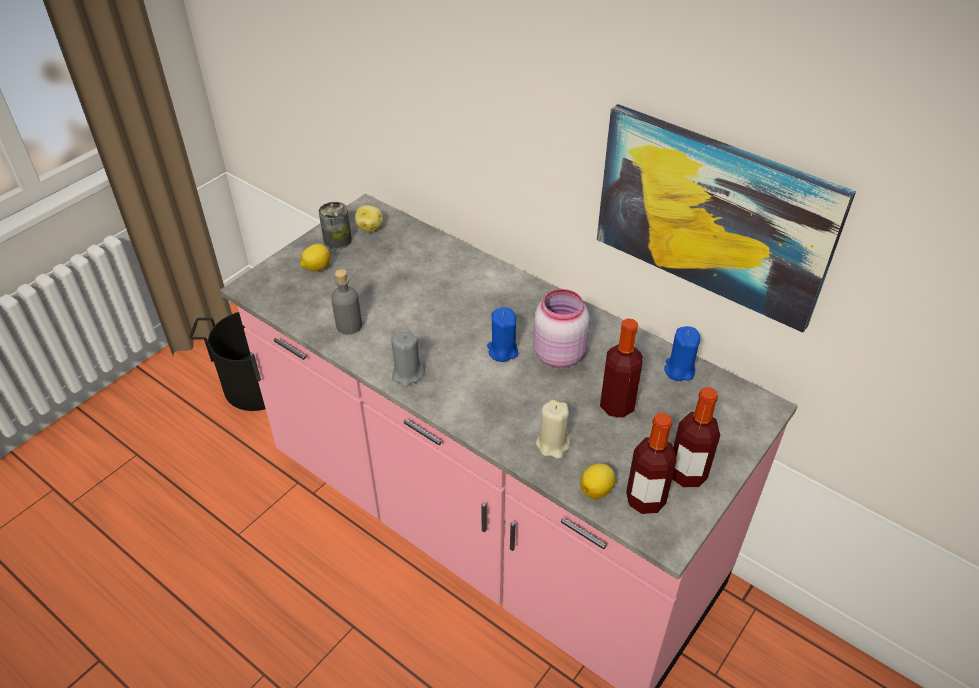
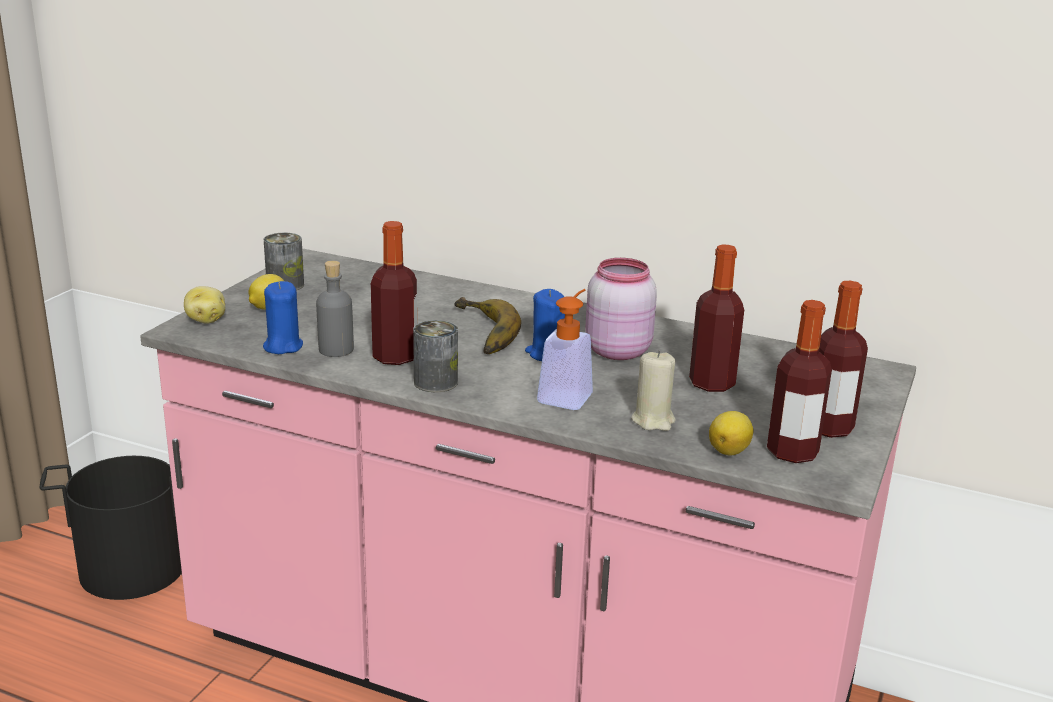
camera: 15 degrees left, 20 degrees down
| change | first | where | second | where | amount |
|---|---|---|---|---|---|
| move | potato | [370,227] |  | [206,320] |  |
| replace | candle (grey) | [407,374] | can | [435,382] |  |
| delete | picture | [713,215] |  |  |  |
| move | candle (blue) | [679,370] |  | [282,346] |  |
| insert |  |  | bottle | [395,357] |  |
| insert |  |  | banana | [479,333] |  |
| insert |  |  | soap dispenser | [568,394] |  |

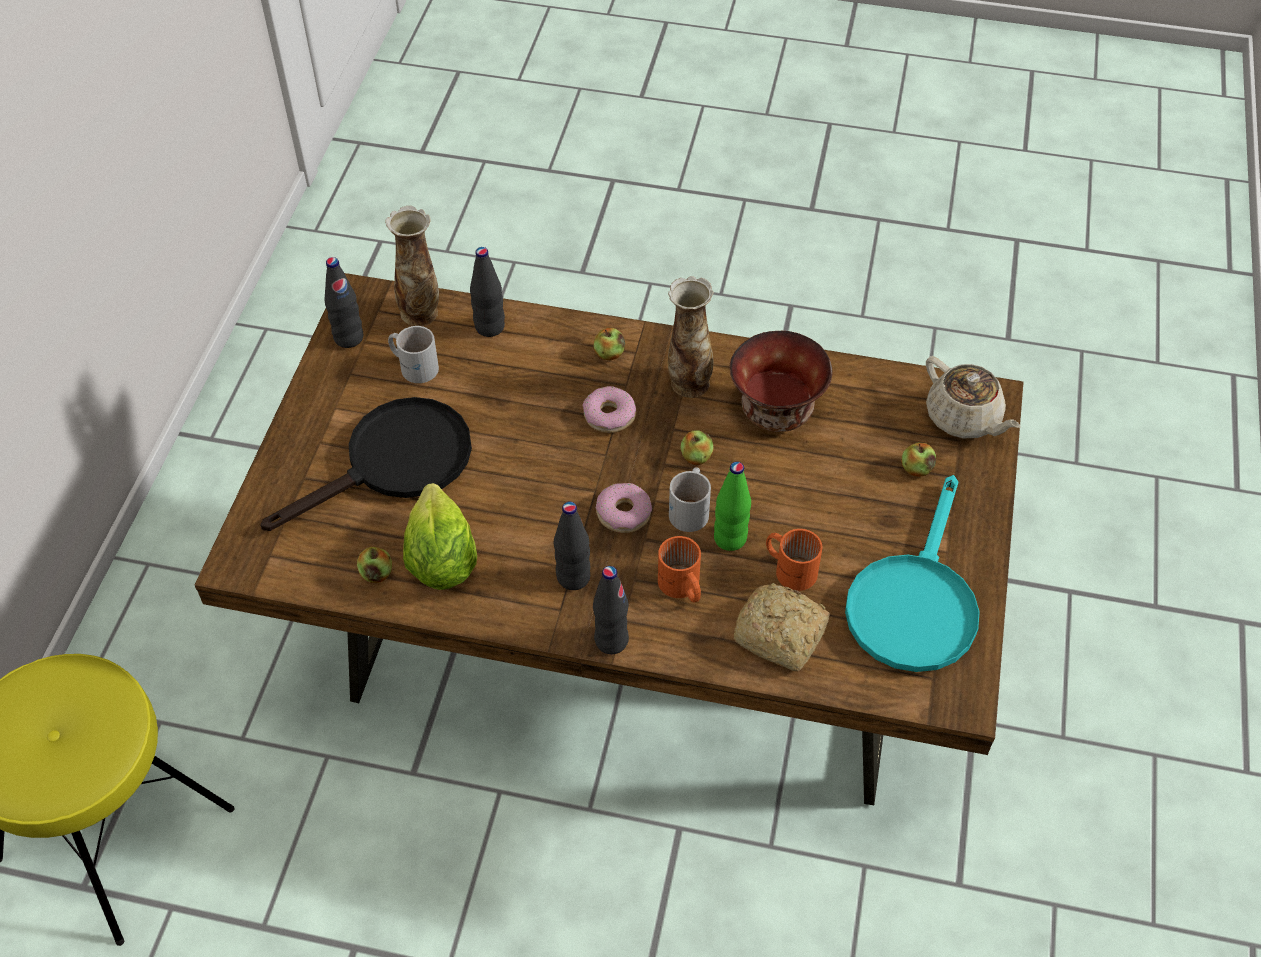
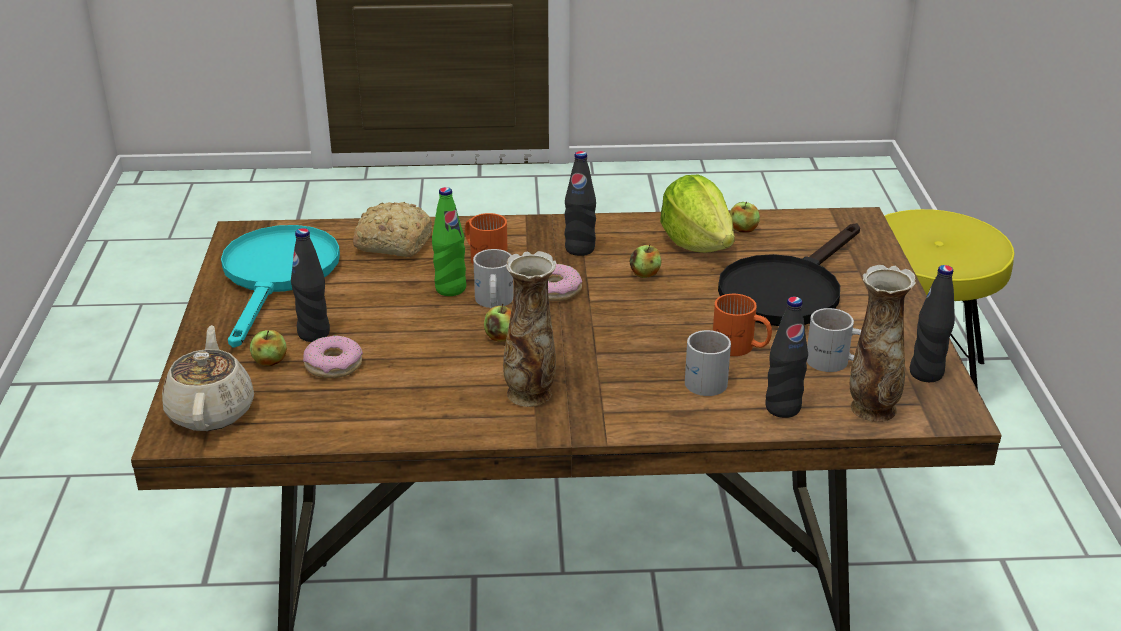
camera: 165 degrees right, 20 degrees down
| change | first | where | second | where | amount |
|---|---|---|---|---|---|
| move | donut | [609,415] |  | [333,365] |  |
| move | bottle (black) | [611,640] |  | [314,333] |  |
| move | apple | [609,354] |  | [645,274] |  |
| delete | bowl | [777,413] |  |  |  |
| move | mug (orange) | [790,567] |  | [739,347] |  |
| rotate | teapot (beige) | [964,418] |  | [211,411] | 45 degrees clockwise |
| insert |  |  | mug (white) | [704,378] |  |

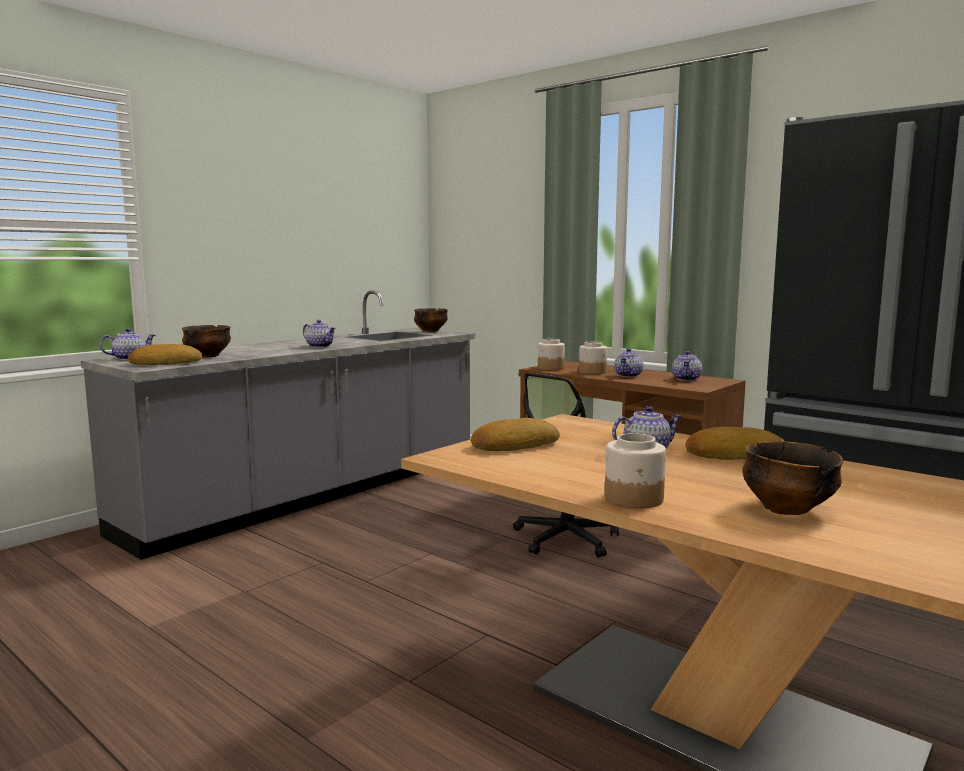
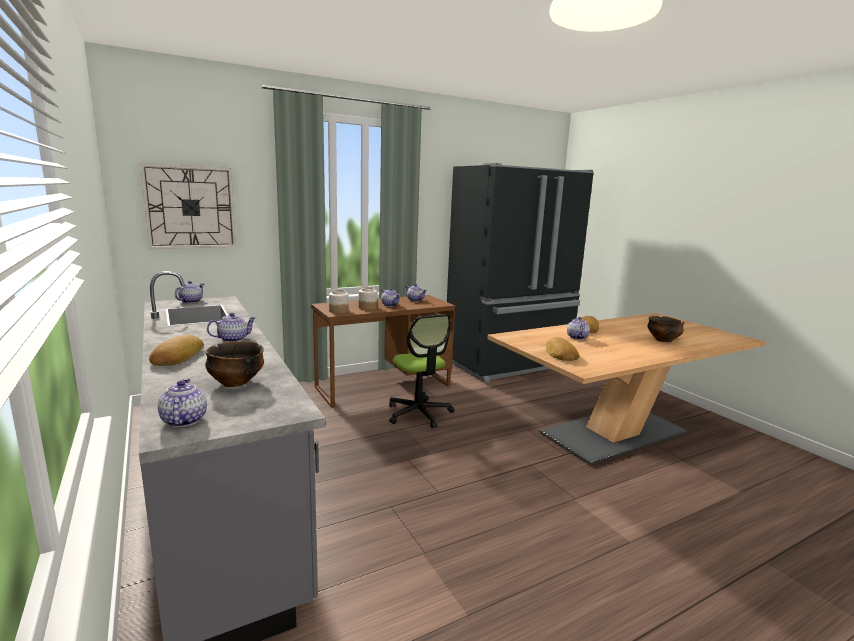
camera: 70 degrees left, 5 degrees up
| change | first | where | second | where | amount |
|---|---|---|---|---|---|
| move | bread | [165,363] |  | [176,357] |  |
| replace | bowl | [430,331] | teapot | [191,301] |  |
| delete | jar | [634,499] |  |  |  |
| insert |  |  | wall clock | [190,207] |  |

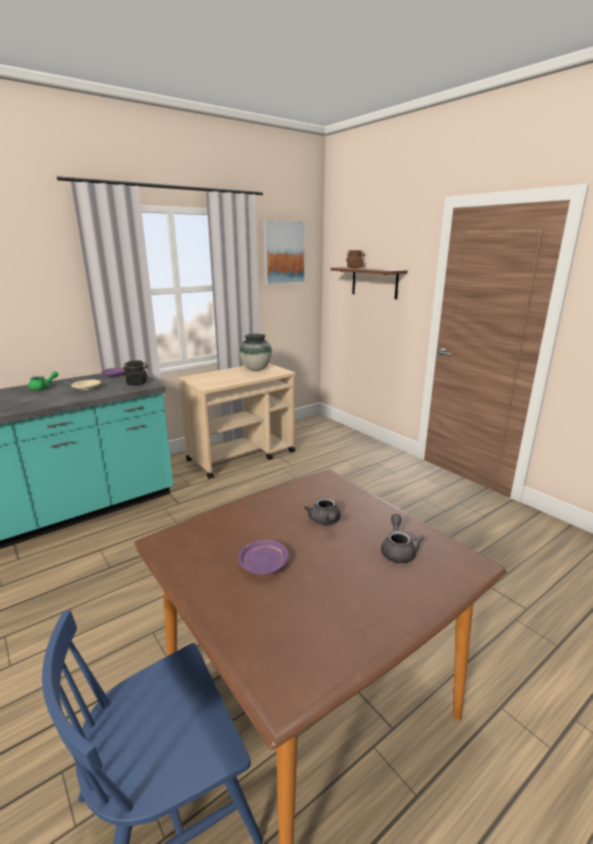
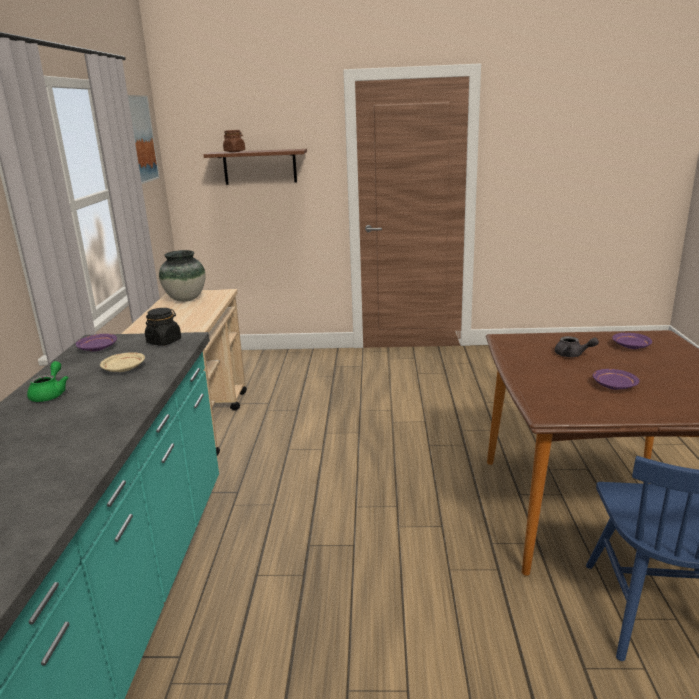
camera: 50 degrees left, 0 degrees up
| change | first | where | second | where | amount |
|---|---|---|---|---|---|
| replace | teapot (grey) | [398,550] | plate (purple) | [630,346] |  |

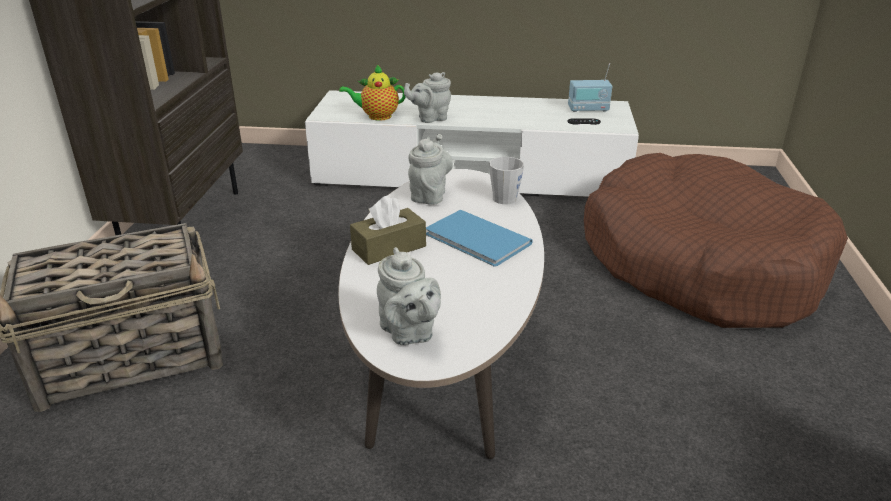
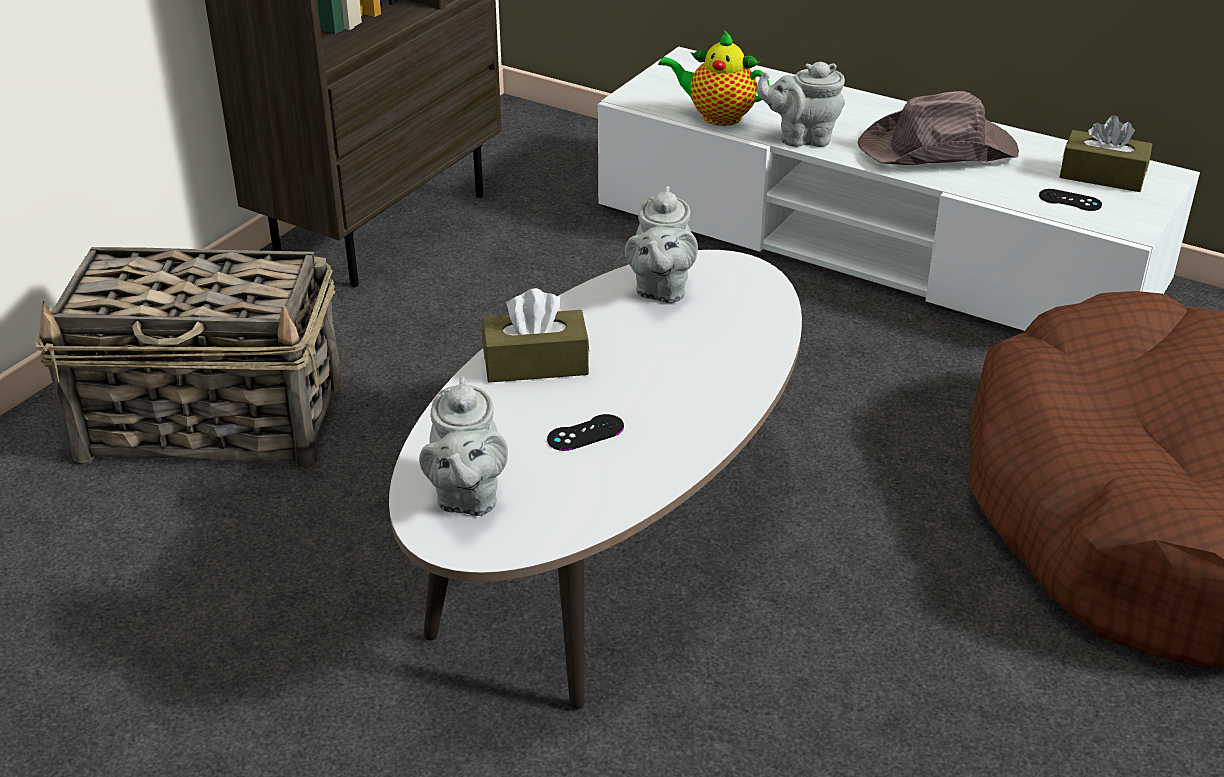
camera: 25 degrees right, 5 degrees up
| change | first | where | second | where | amount |
|---|---|---|---|---|---|
| rotate | teapot (grey) | [429,194] |  | [660,289] | 150 degrees clockwise |
| delete | book (blue) | [477,241] |  |  |  |
| delete | mug (grey) | [504,196] |  |  |  |
| replace | radio | [588,109] | tissue box (brown) | [1102,176] |  |
| insert |  |  | game controller (black) | [585,433] |  |
| insert |  |  | hat (brown) | [939,150] |  |

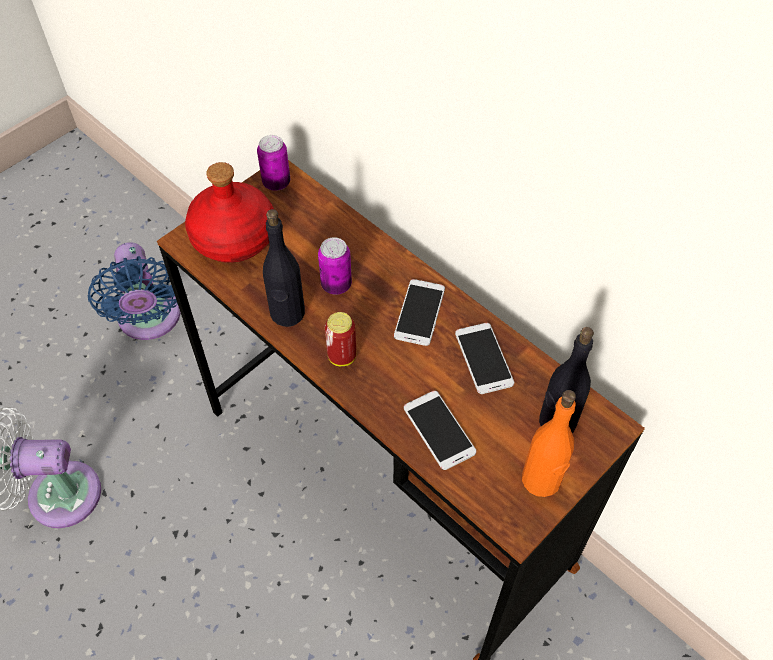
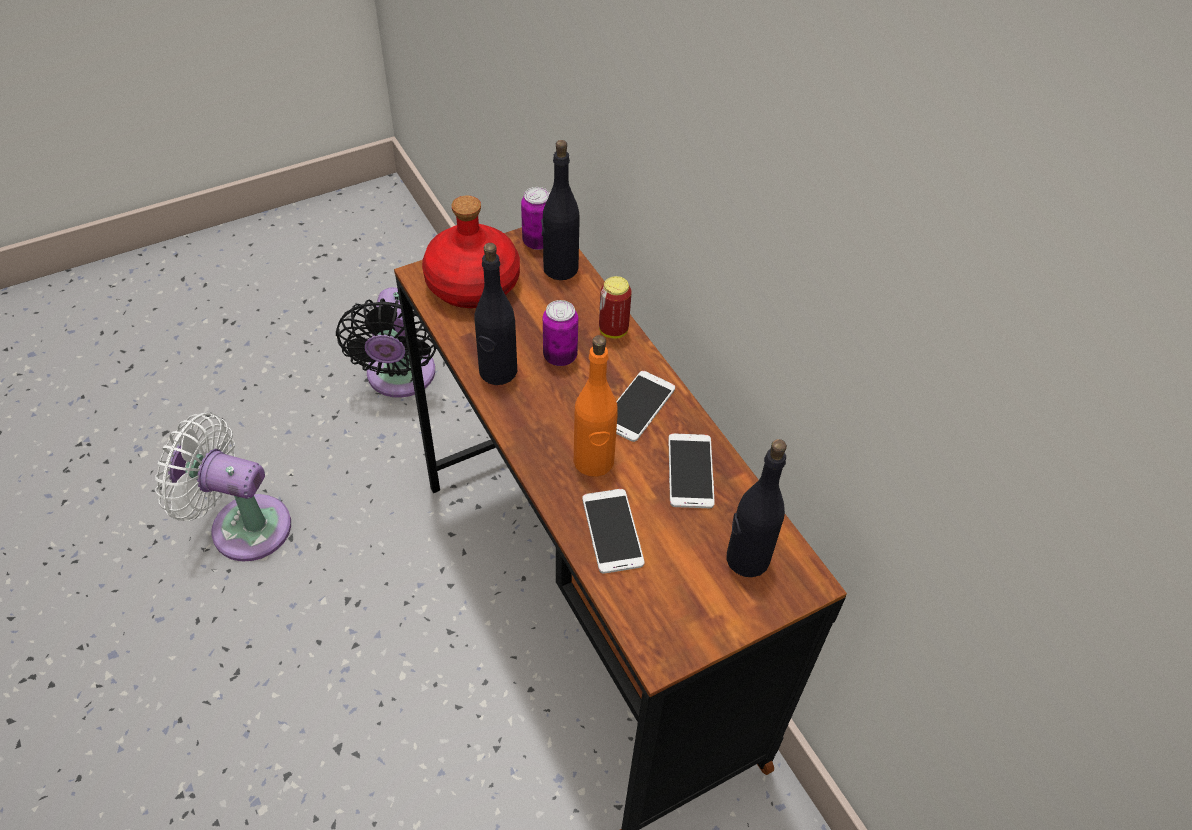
camera: 15 degrees right, 5 degrees down
| change | first | where | second | where | amount |
|---|---|---|---|---|---|
| recolor | fan (blue) | [150,320] | fan (black) | [400,378] |  |
| move | can | [342,356] |  | [613,330] |  |
| move | bottle (orange) | [541,480] |  | [593,461] |  |
| insert |  |  | bottle (black) | [560,268] |  |

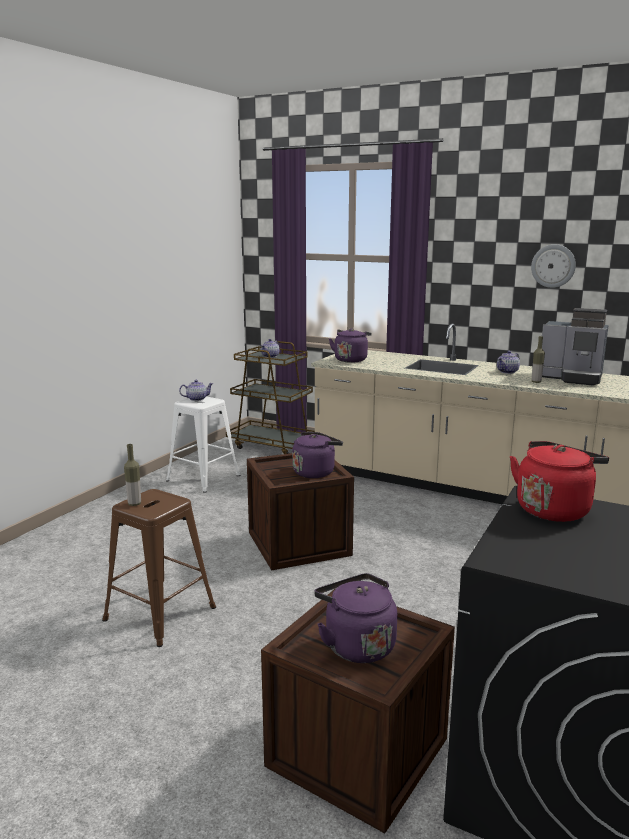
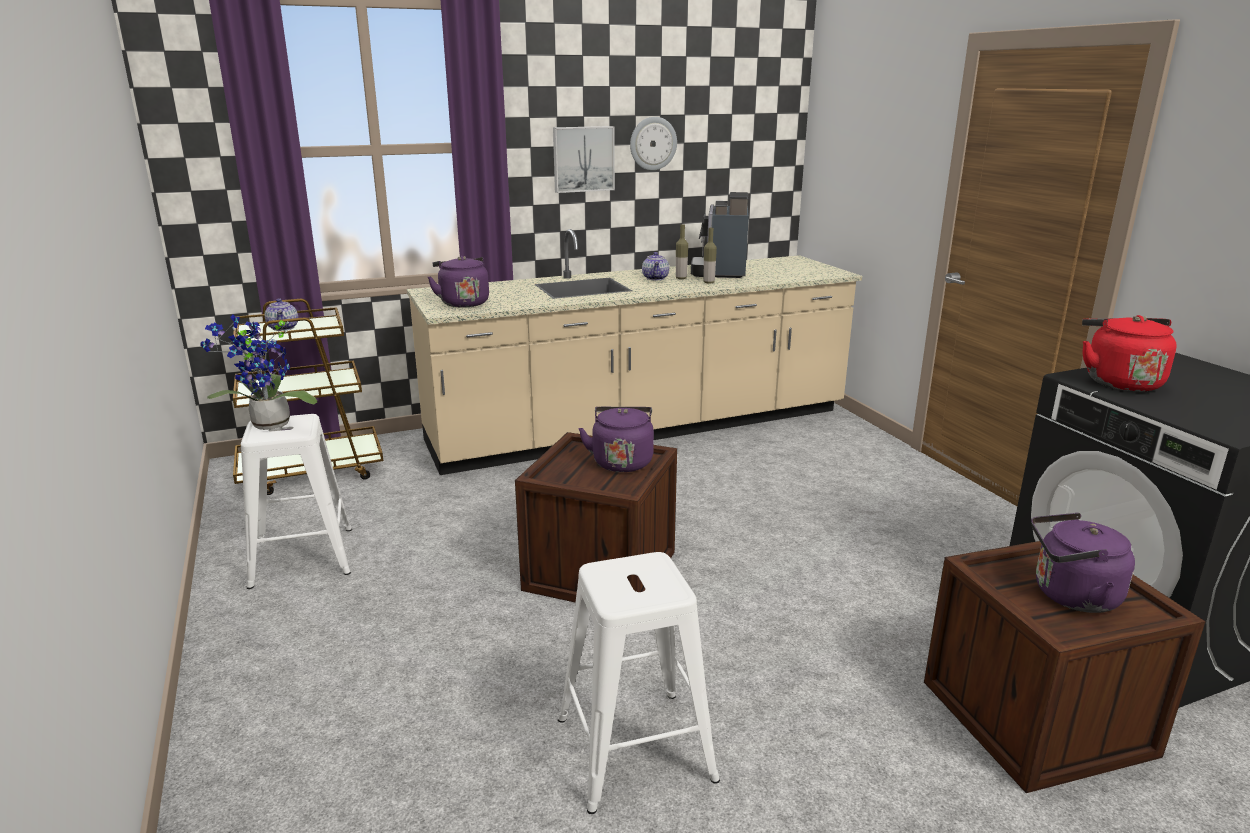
camera: 50 degrees left, 5 degrees up
| change | first | where | second | where | amount |
|---|---|---|---|---|---|
| recolor | stool (brown) | [160,614] | stool (white) | [637,749] |  |
| move | bottle | [134,504] |  | [681,278] |  |
| replace | teapot | [196,399] | potted plant | [268,426] |  |
| rotate | coffee machine | [572,378] |  | [721,272] | 120 degrees clockwise |
| insert |  |  | picture | [583,159] |  |

